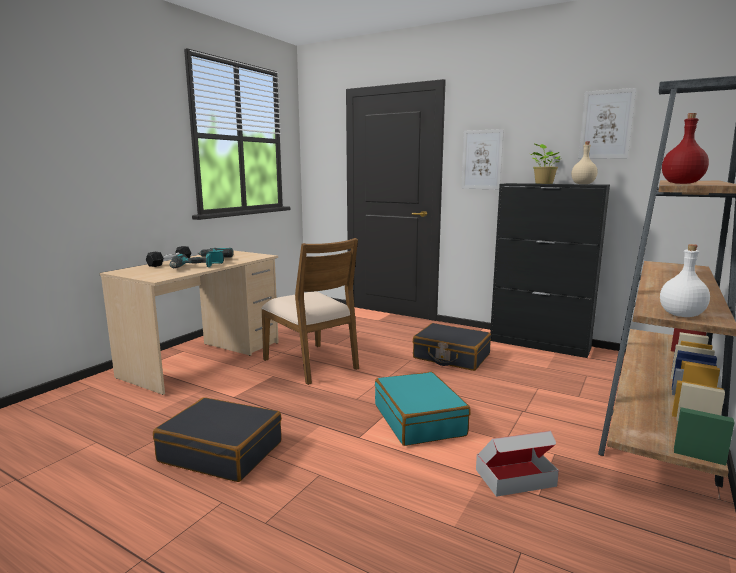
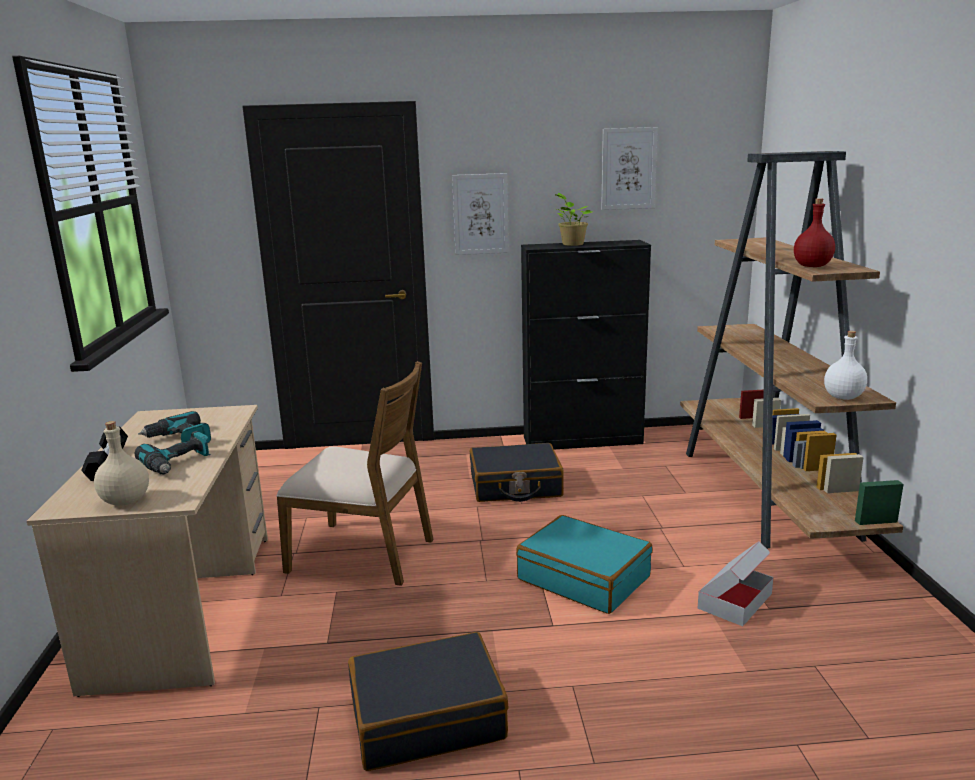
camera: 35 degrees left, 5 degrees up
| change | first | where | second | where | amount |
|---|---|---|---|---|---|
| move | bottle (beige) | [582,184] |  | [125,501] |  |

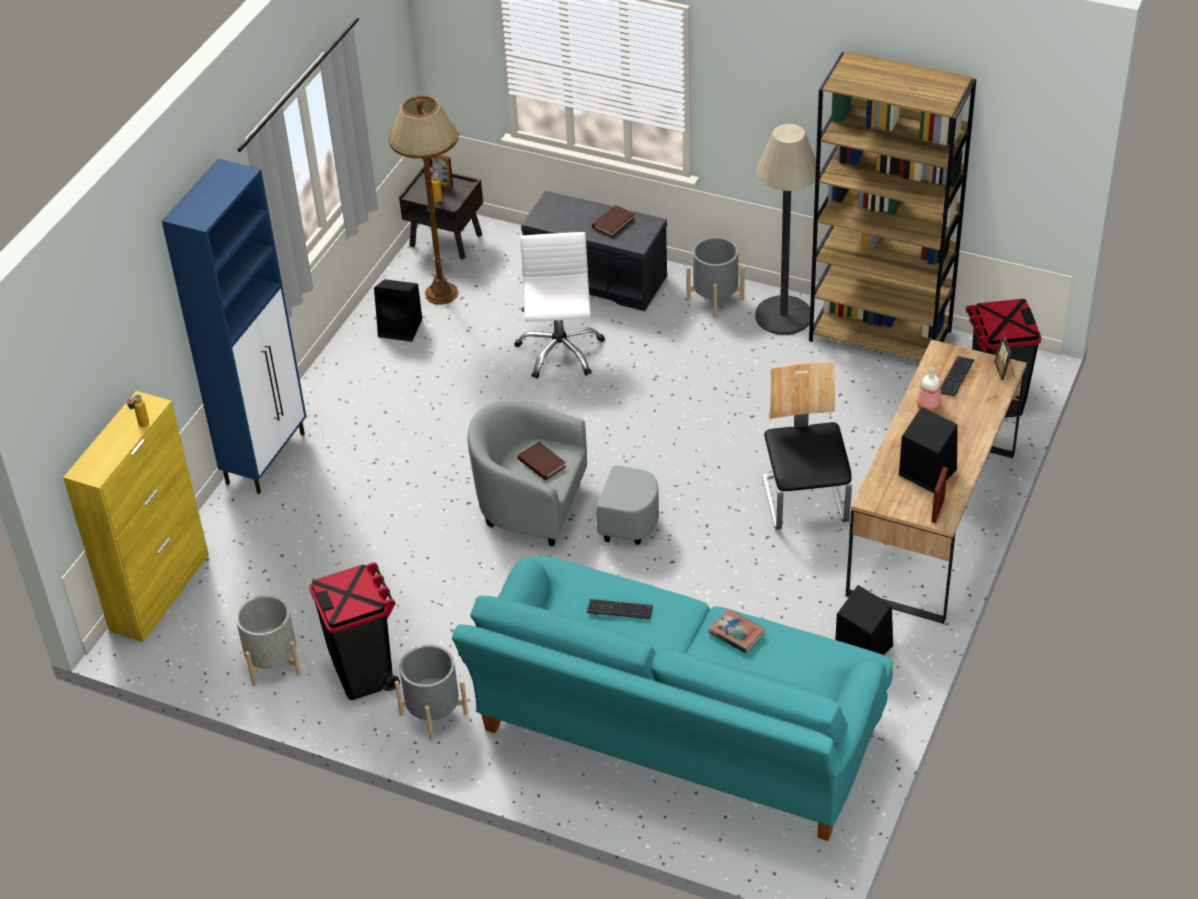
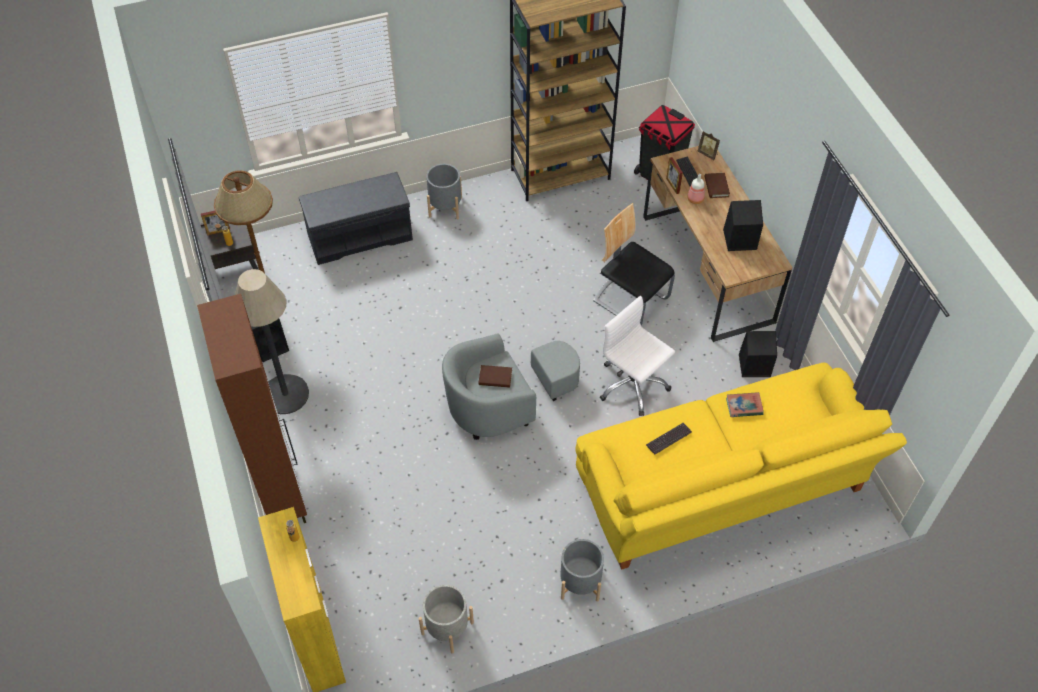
camera: 45 degrees left, 10 degrees up
| change | first | where | second | where | amount |
|---|---|---|---|---|---|
| recolor | cabinet (blue) | [266,457] | cabinet (brown) | [282,494] |  |
| delete | trash can (black) | [364,672] |  |  |  |
| recolor | sofa (turquoise) | [676,735] | sofa (yellow) | [722,490] |  |
| move | office chair (white) | [559,351] |  | [632,385] |  |
| move | book (brown) | [613,223] |  | [716,187] |  |
| move | floor lamp | [783,316] |  | [285,394] |  |
| move | picture frame | [937,510] |  | [672,186] |  |

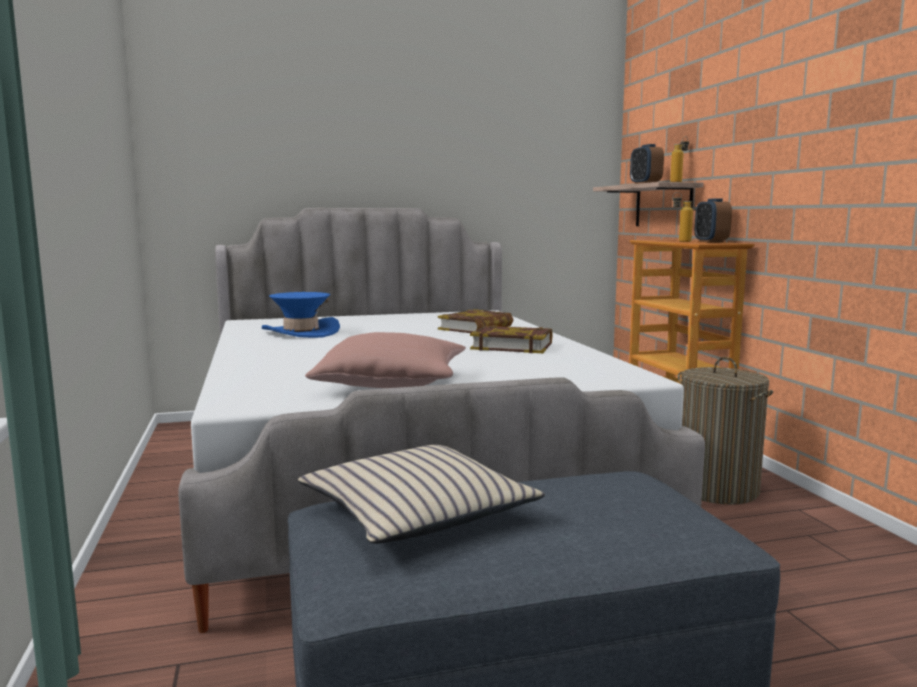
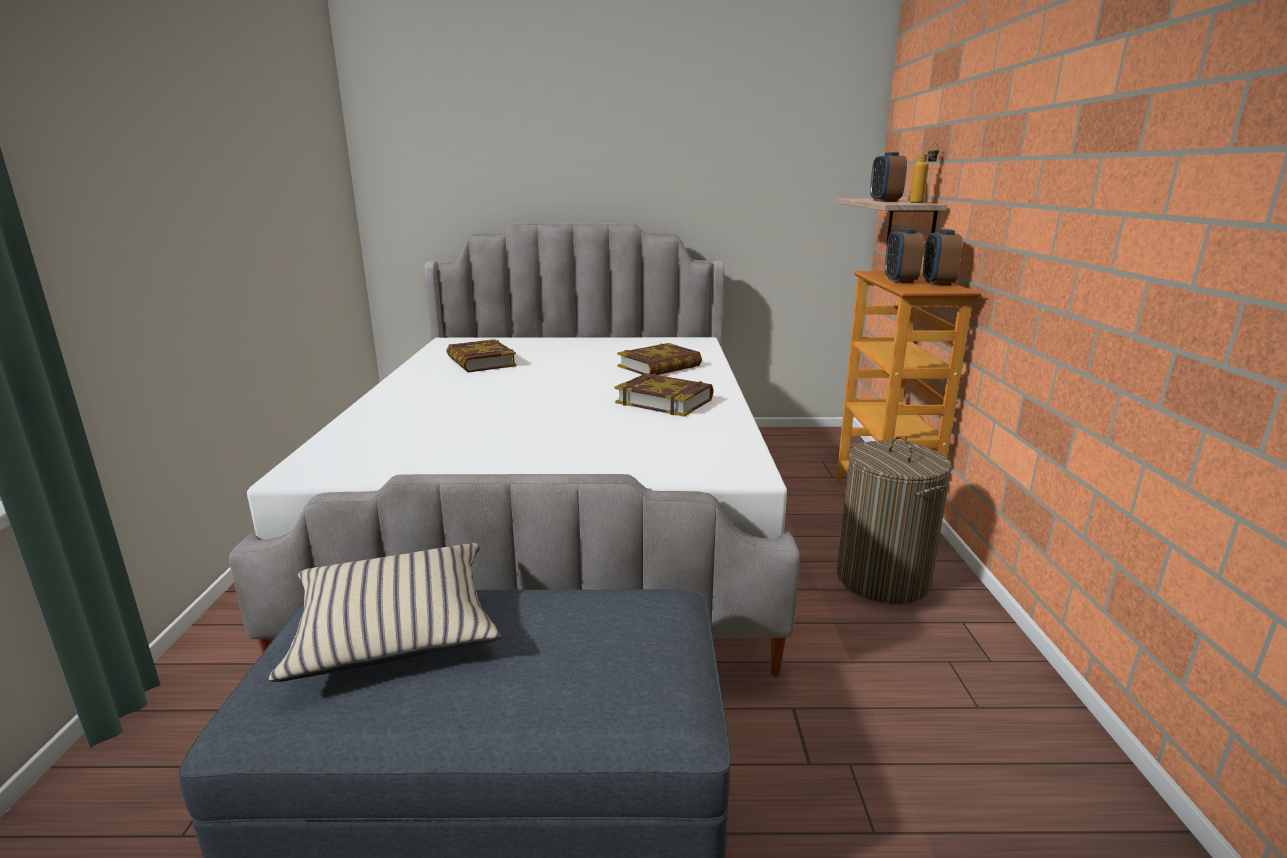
camera: 15 degrees right, 10 degrees up
| change | first | where | second | where | amount |
|---|---|---|---|---|---|
| replace | hat (blue) | [301,332] | book | [480,362] |  |
| delete | pillow (pink) | [392,383] |  |  |  |
| replace | bottle | [680,241] | alarm clock | [900,281] |  |

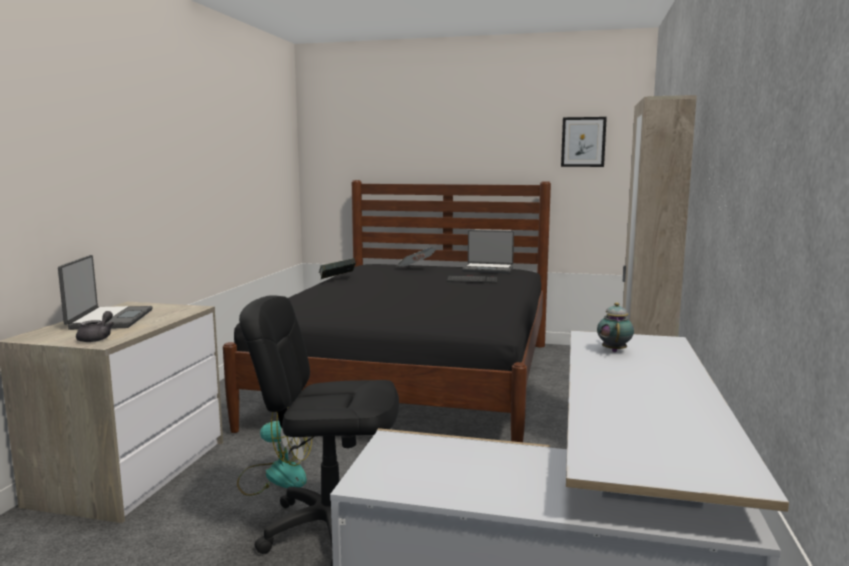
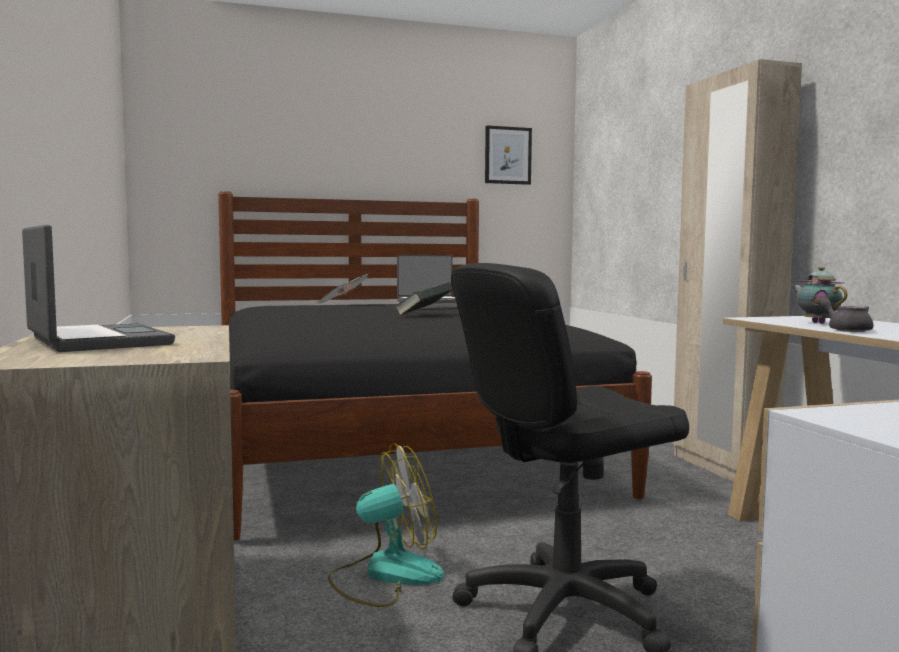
camera: 30 degrees left, 5 degrees down
| change | first | where | second | where | amount |
|---|---|---|---|---|---|
| move | teapot (grey) | [97,338] |  | [845,330] |  |
| move | book | [337,279] |  | [423,315] |  |

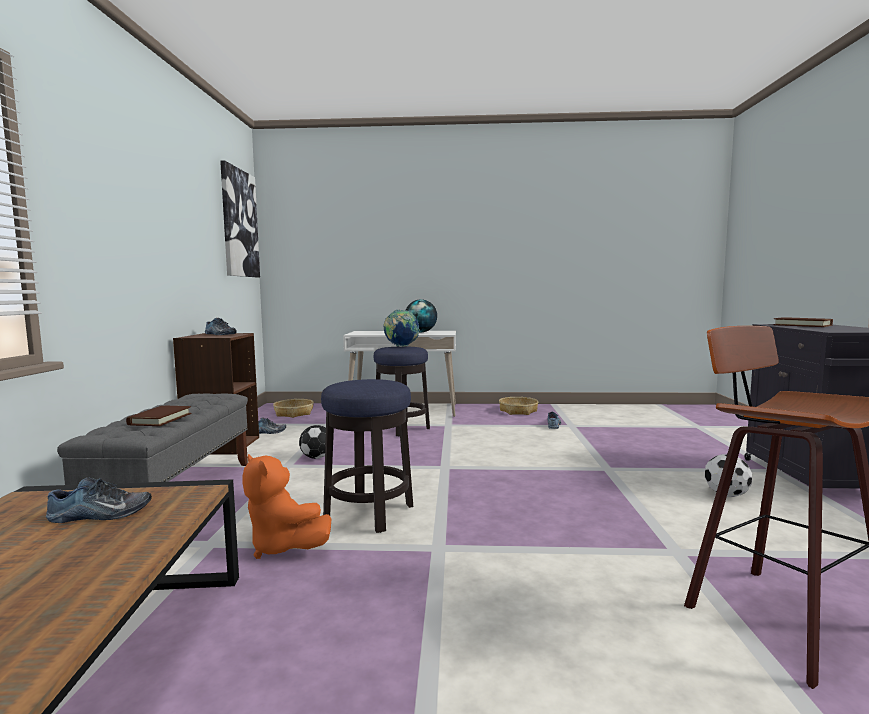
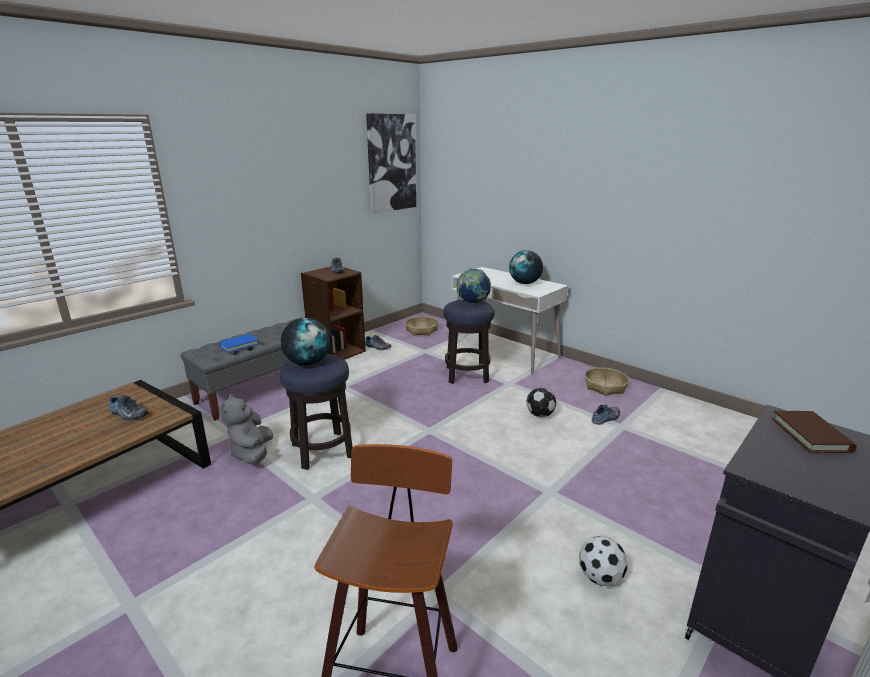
camera: 40 degrees right, 15 degrees up
| change | first | where | second | where | amount |
|---|---|---|---|---|---|
| recolor | book (brown) | [160,419] | book (blue) | [239,345] |  |
| recolor | plush toy (orange) | [283,546] | plush toy (grey) | [252,453] |  |
| move | football | [316,457] |  | [539,415] |  |
| insert |  |  | globe | [308,363] |  |

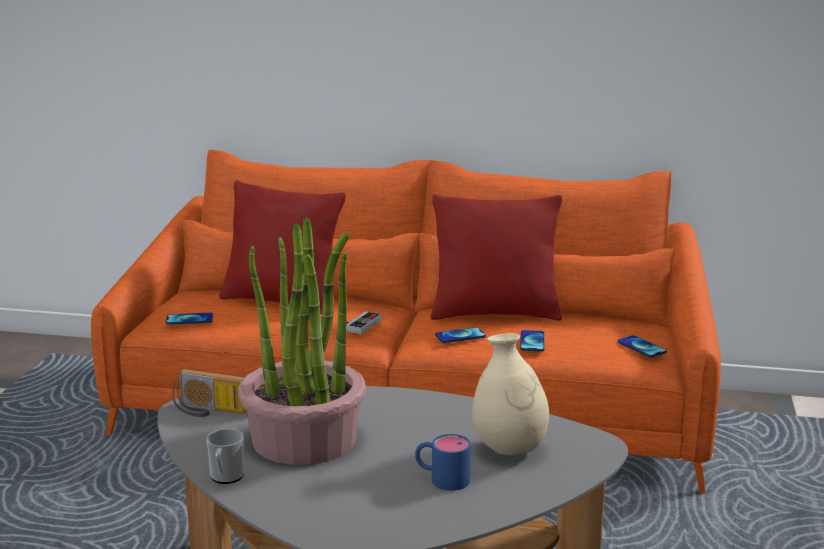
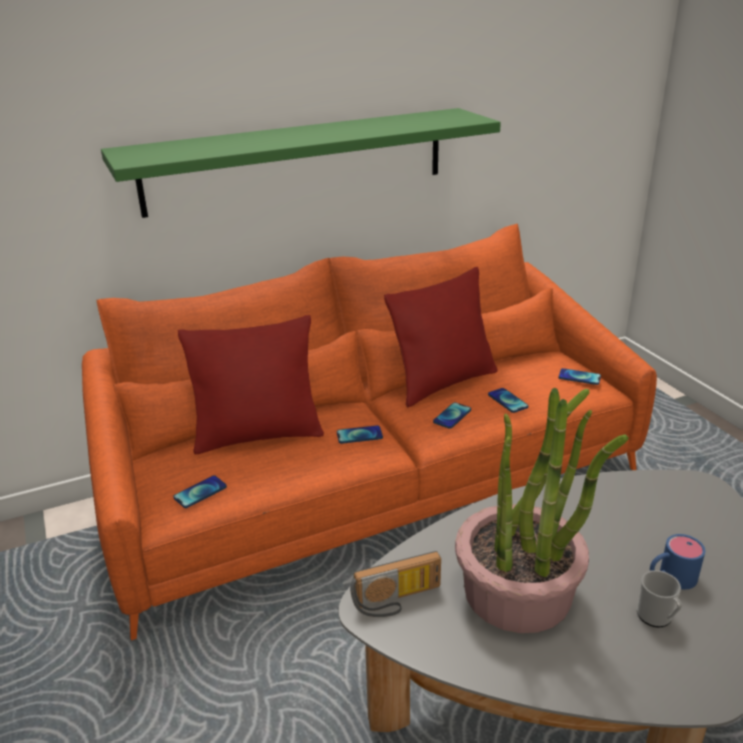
camera: 35 degrees left, 10 degrees up
| change | first | where | second | where | amount |
|---|---|---|---|---|---|
| move | mug | [226,477] |  | [657,617] |  |
| replace | game controller | [359,325] | phone | [359,435] |  |
| delete | vase (beige) | [509,449] |  |  |  |
| insert |  |  | shelf (green) | [297,160] |  |

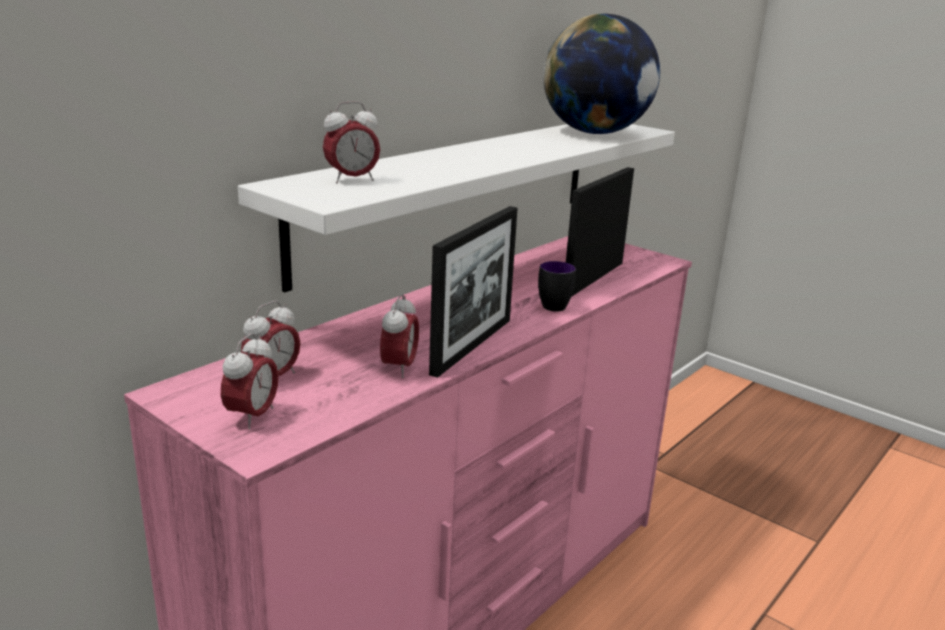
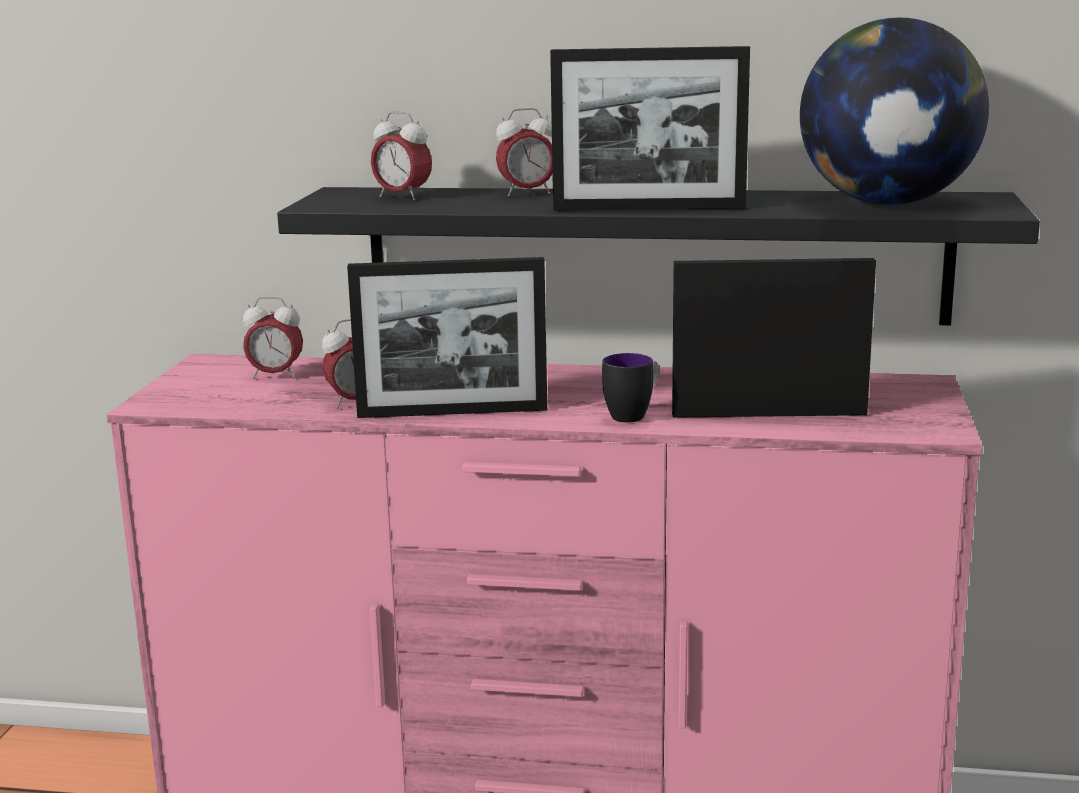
camera: 60 degrees right, 5 degrees down
| change | first | where | second | where | amount |
|---|---|---|---|---|---|
| move | alarm clock | [252,416] |  | [526,193] |  |
| recolor | shelf (white) | [456,192] | shelf (black) | [654,254] |  |
| insert |  |  | picture frame | [648,208] |  |

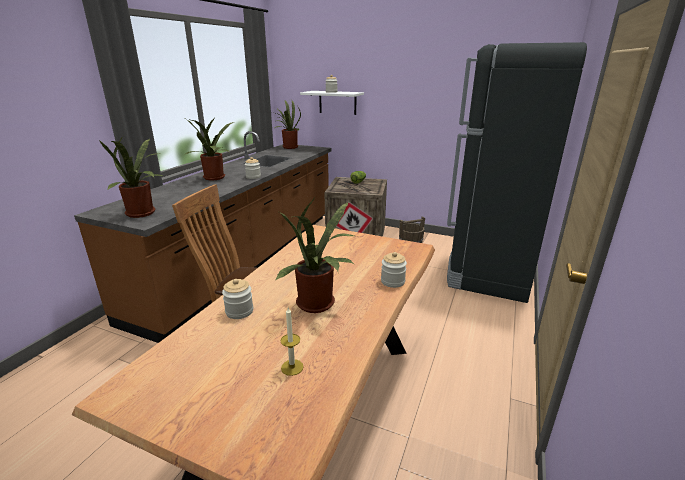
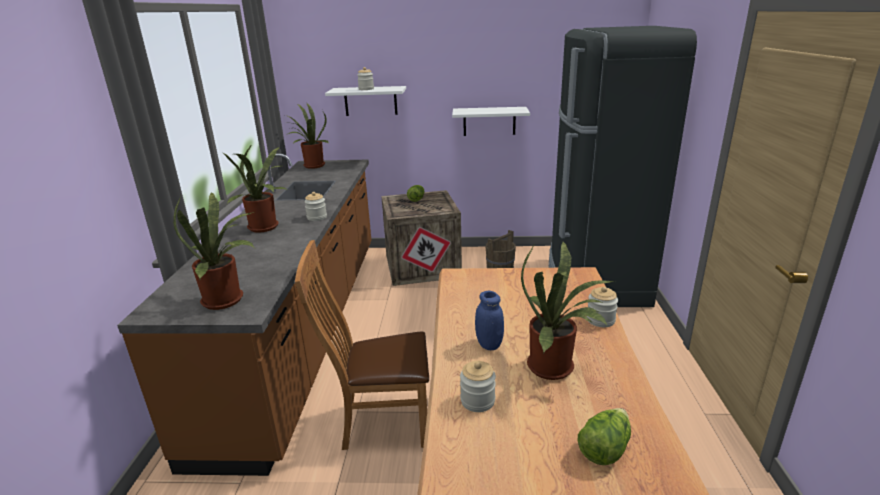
camera: 20 degrees left, 0 degrees up
| change | first | where | second | where | amount |
|---|---|---|---|---|---|
| replace | candle | [292,367] | lettuce | [604,448] |  |
| insert |  |  | shelf (white) | [489,121] |  |
| insert |  |  | jar (blue) | [489,344] |  |

